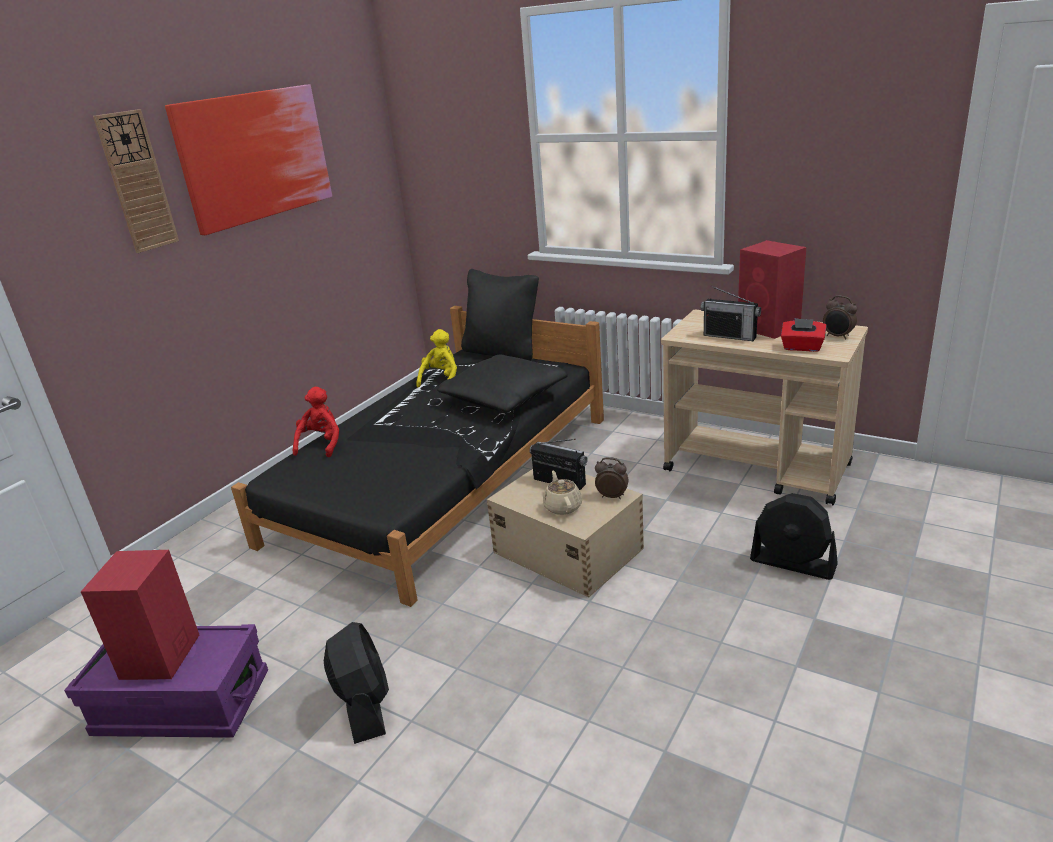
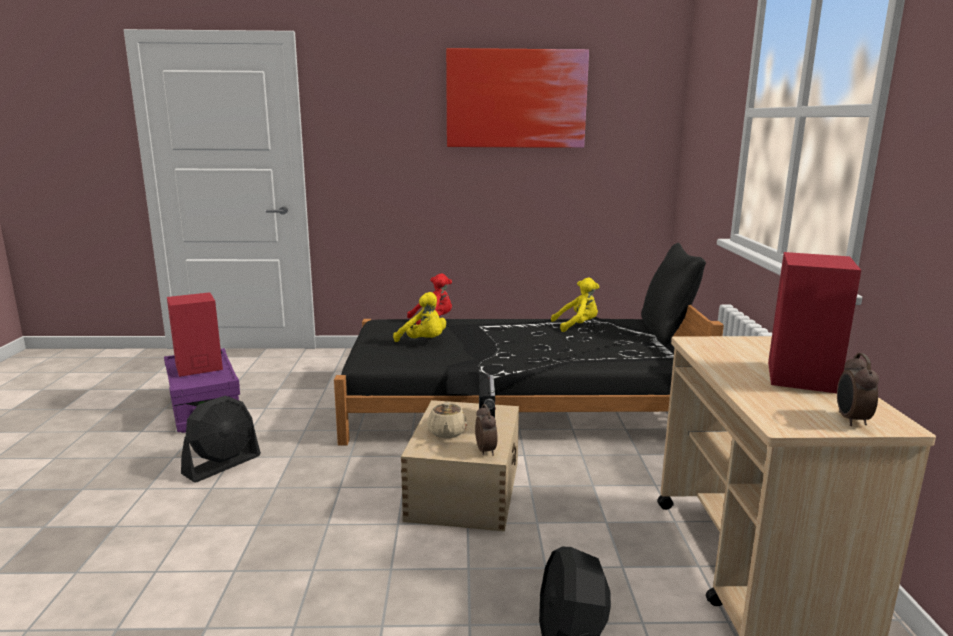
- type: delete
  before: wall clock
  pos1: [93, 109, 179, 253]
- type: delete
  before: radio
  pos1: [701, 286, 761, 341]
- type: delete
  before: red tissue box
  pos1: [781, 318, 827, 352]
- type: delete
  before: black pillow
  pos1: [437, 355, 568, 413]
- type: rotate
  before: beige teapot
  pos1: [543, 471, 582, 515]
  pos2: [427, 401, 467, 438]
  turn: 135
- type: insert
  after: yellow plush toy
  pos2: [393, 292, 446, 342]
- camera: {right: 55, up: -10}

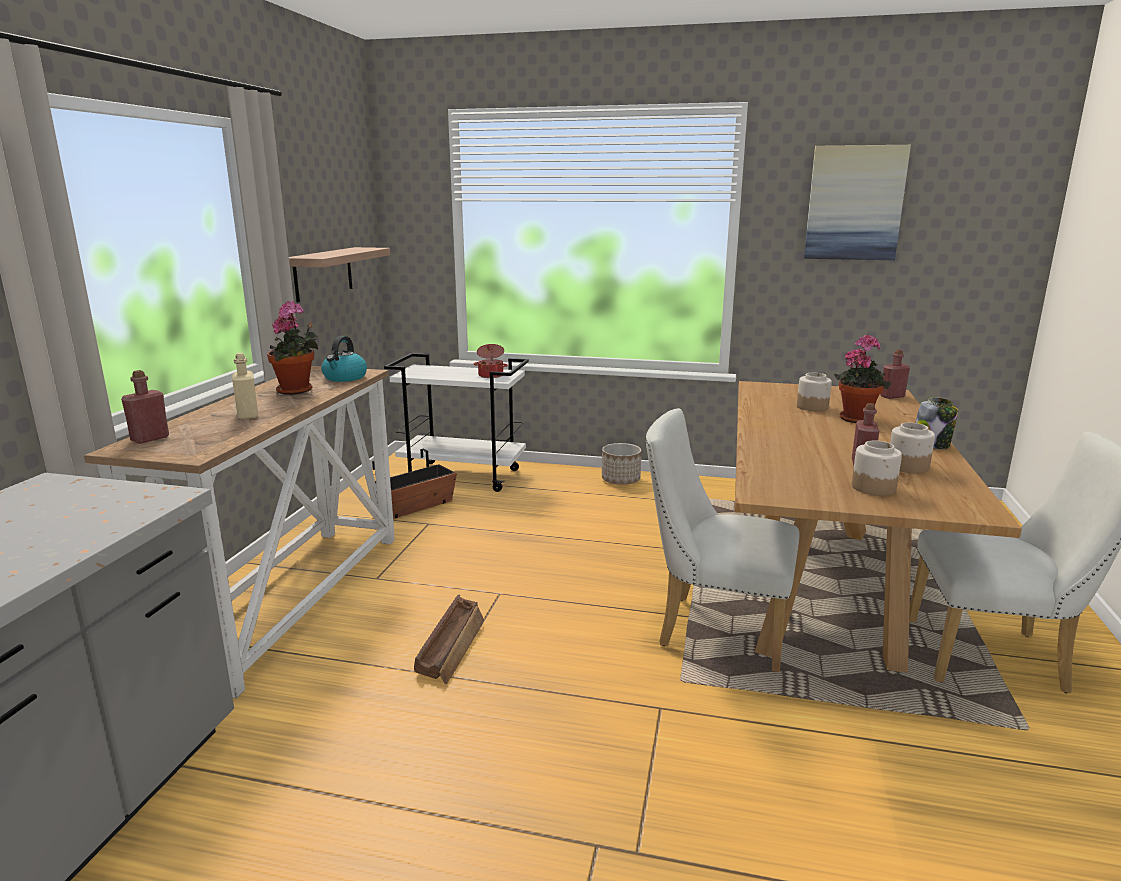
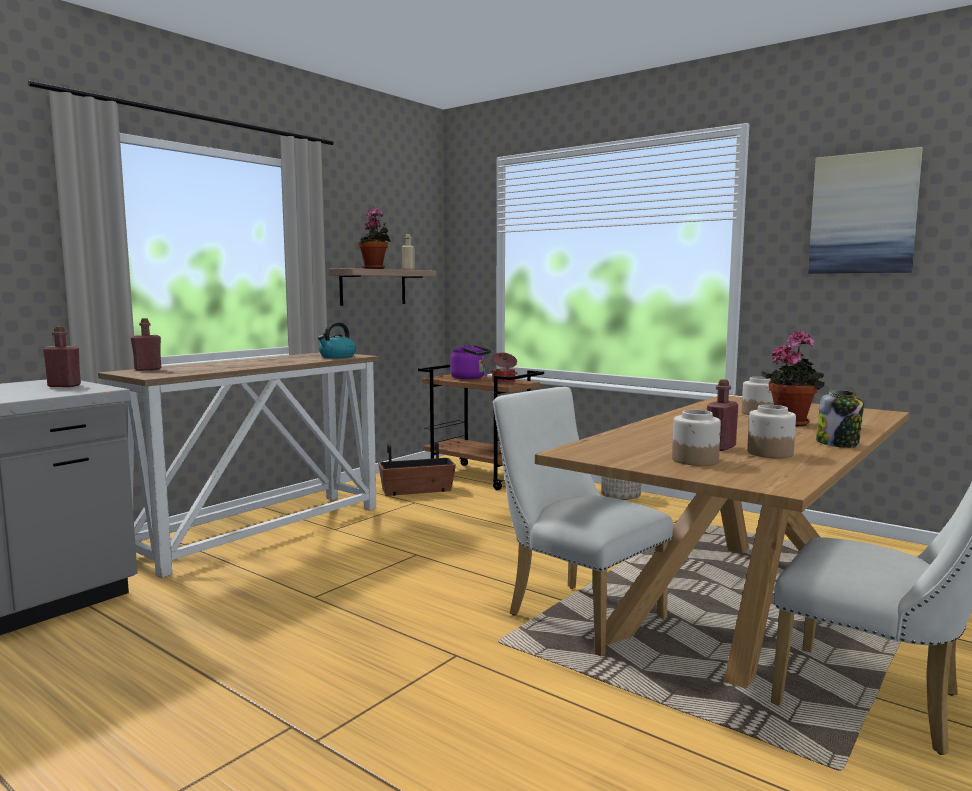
- type: move
  before: potted plant
  pos1: [267, 301, 318, 395]
  pos2: [358, 207, 391, 269]
- type: move
  before: red bottle
  pos1: [880, 349, 910, 399]
  pos2: [43, 327, 81, 387]
- type: move
  before: beige bottle
  pos1: [232, 353, 258, 419]
  pos2: [402, 234, 415, 270]
- type: recolor
  before: white cart
  after: brown cart
  pos1: [384, 353, 529, 492]
  pos2: [418, 365, 544, 490]
- type: delete
  before: crate
  pos1: [414, 594, 484, 684]
- type: insert
  after: purple kettle
  pos2: [450, 344, 491, 379]
- camera: {right: 25, up: -10}

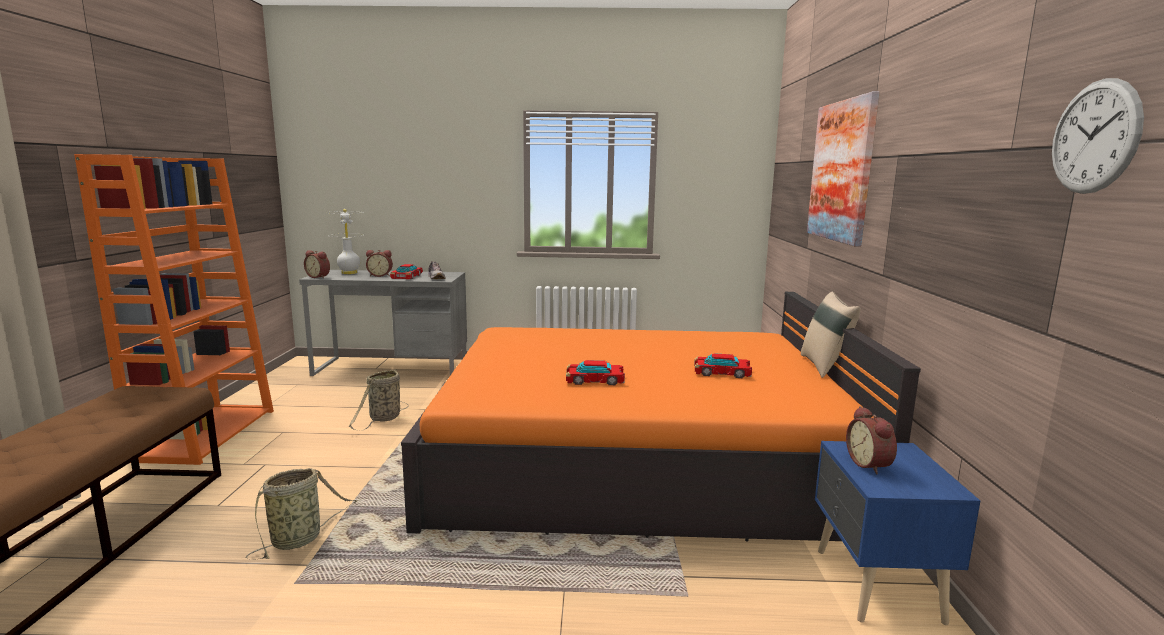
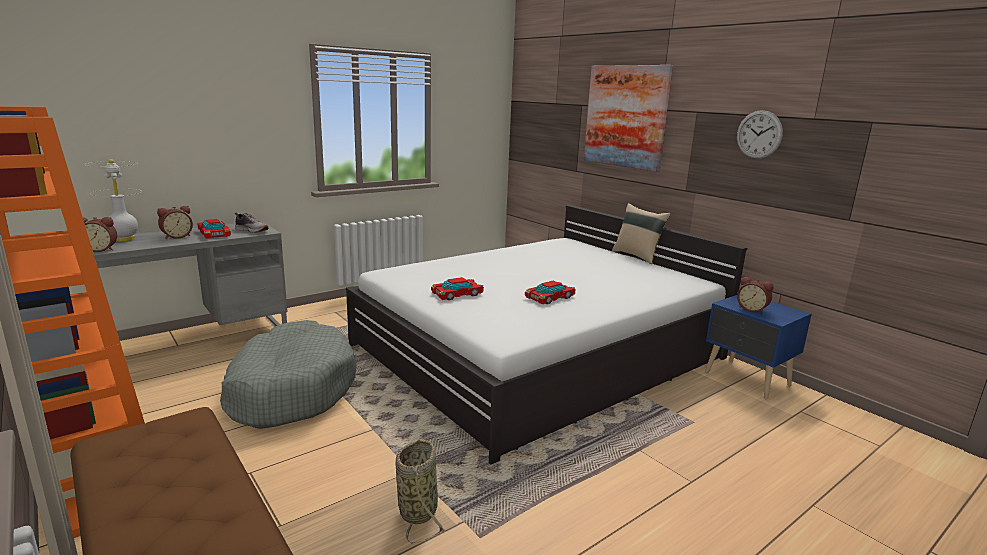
- type: move
  before: wall clock
  pos1: [1052, 78, 1144, 194]
  pos2: [737, 110, 783, 159]
- type: recolor
  before: orange bed
  after: white bed
  pos1: [401, 292, 921, 541]
  pos2: [346, 205, 747, 465]
- type: move
  before: toy car
  pos1: [694, 353, 752, 378]
  pos2: [431, 277, 484, 300]
- type: replace
  before: basket
  after: grey dog bed
  pos1: [349, 369, 409, 431]
  pos2: [220, 320, 356, 429]
- camera: {right: -40, up: 5}

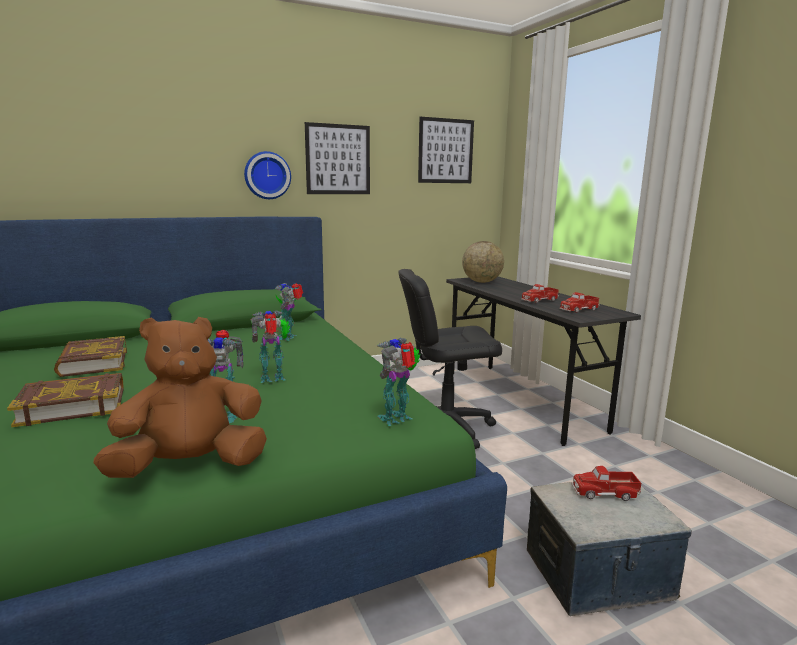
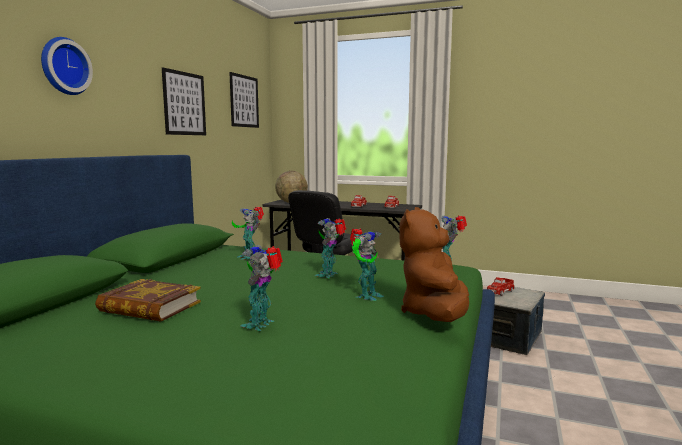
- type: move
  before: wall clock
  pos1: [244, 151, 291, 199]
  pos2: [41, 37, 93, 95]
- type: replace
  before: book
  after: toy robot
  pos1: [7, 373, 124, 427]
  pos2: [240, 245, 283, 331]
- camera: {right: -45, up: -5}

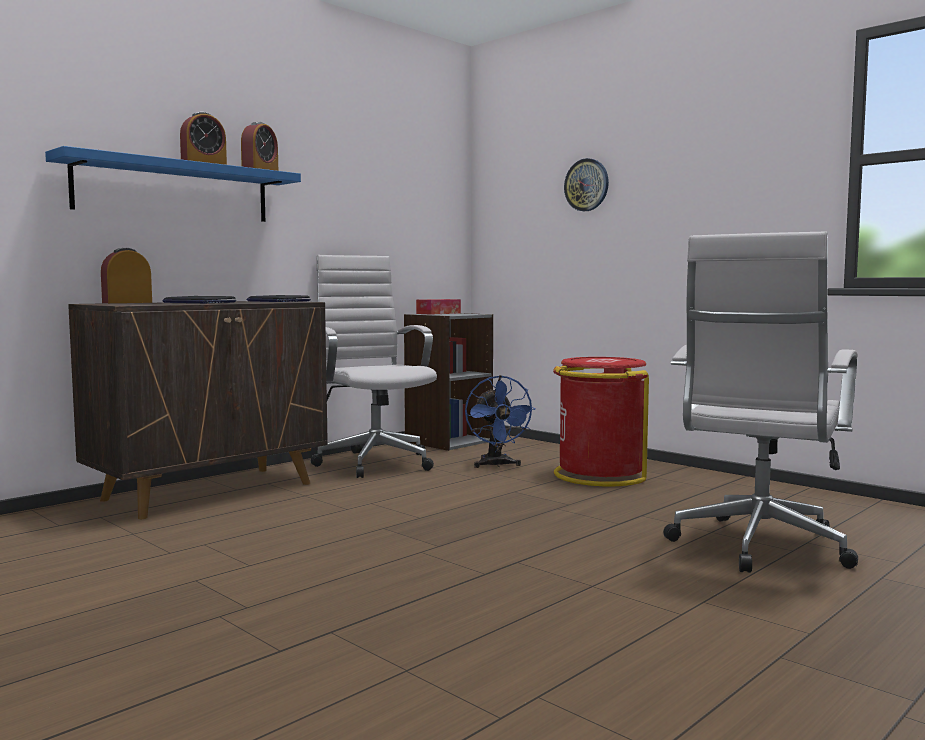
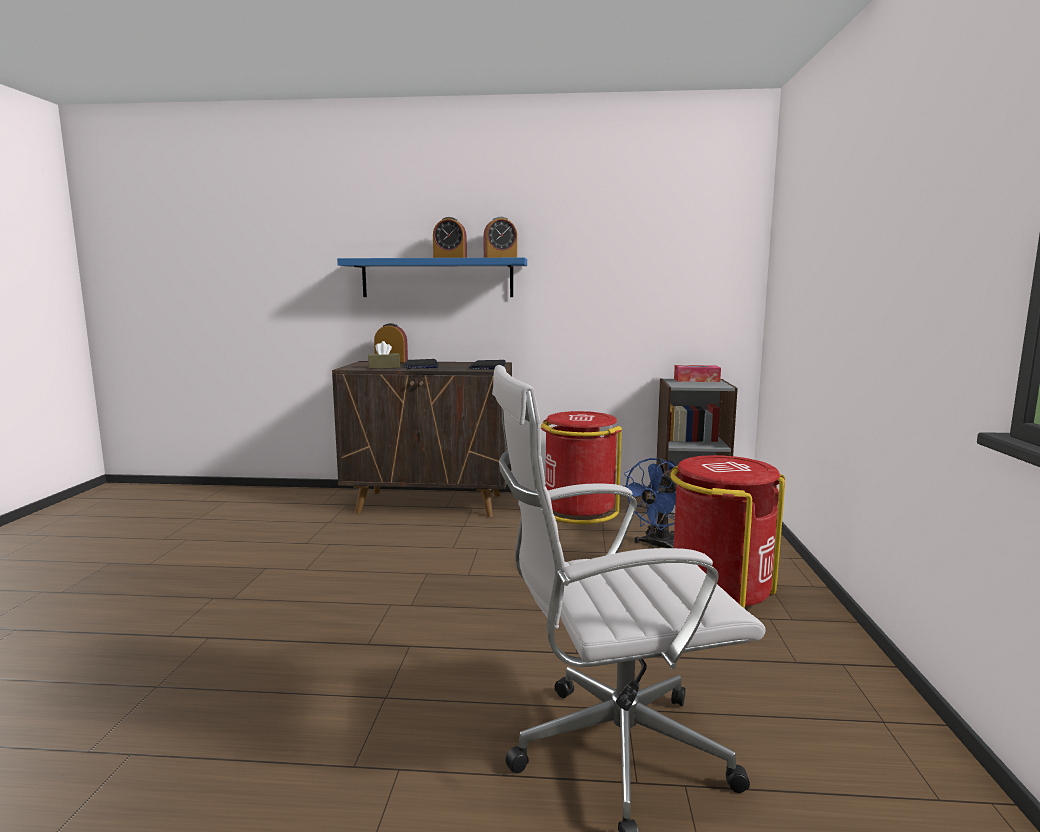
- type: delete
  before: wall clock
  pos1: [564, 158, 609, 211]
- type: replace
  before: white office chair
  after: red trash can
  pos1: [310, 255, 437, 478]
  pos2: [541, 411, 622, 524]
- type: insert
  after: brown tissue box
  pos2: [368, 341, 400, 369]
- camera: {right: 50, up: 5}

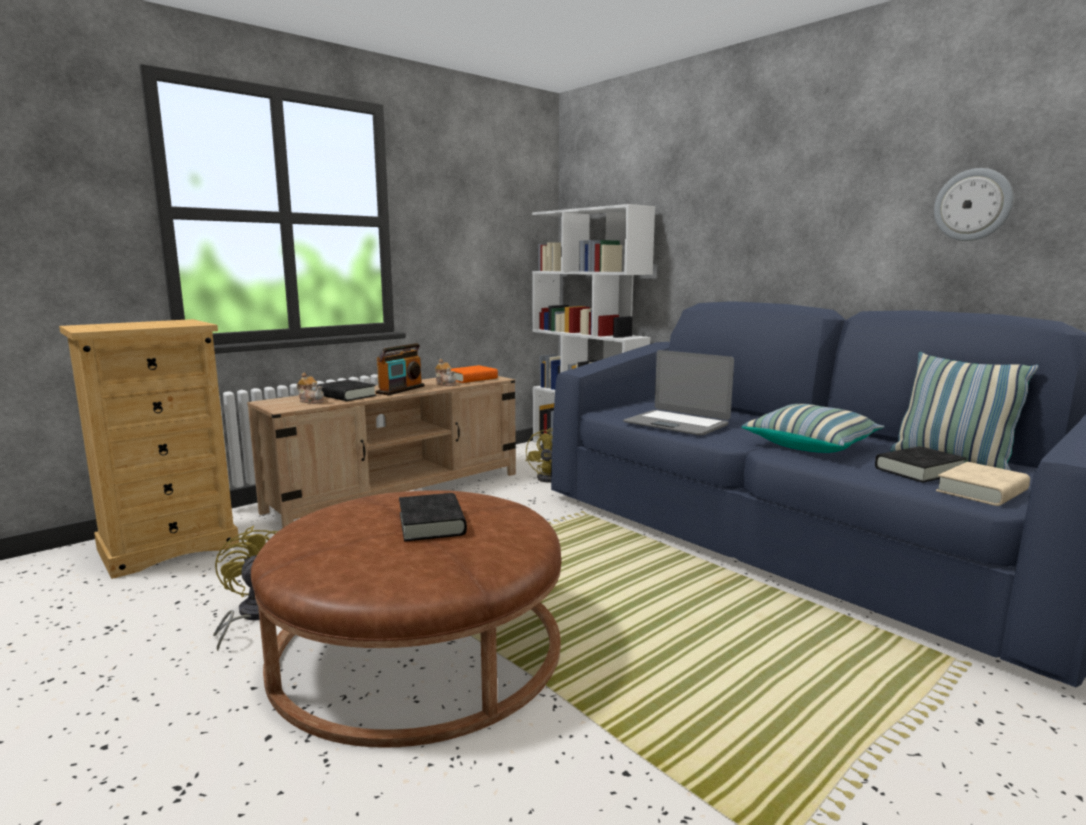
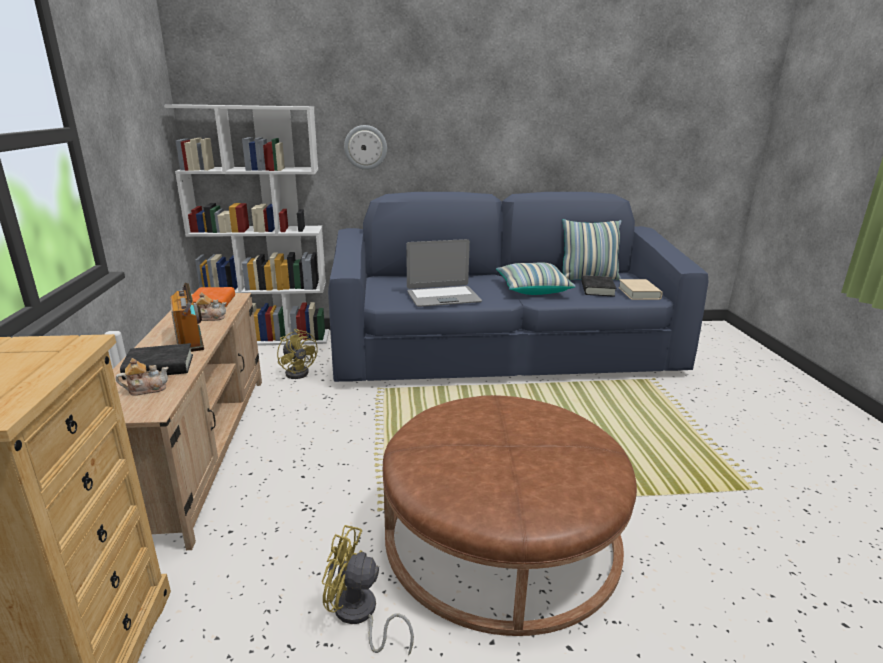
- type: move
  before: wall clock
  pos1: [934, 168, 1014, 241]
  pos2: [344, 125, 387, 170]
- type: delete
  before: black book
  pos1: [399, 493, 467, 542]
- camera: {right: -55, up: 10}

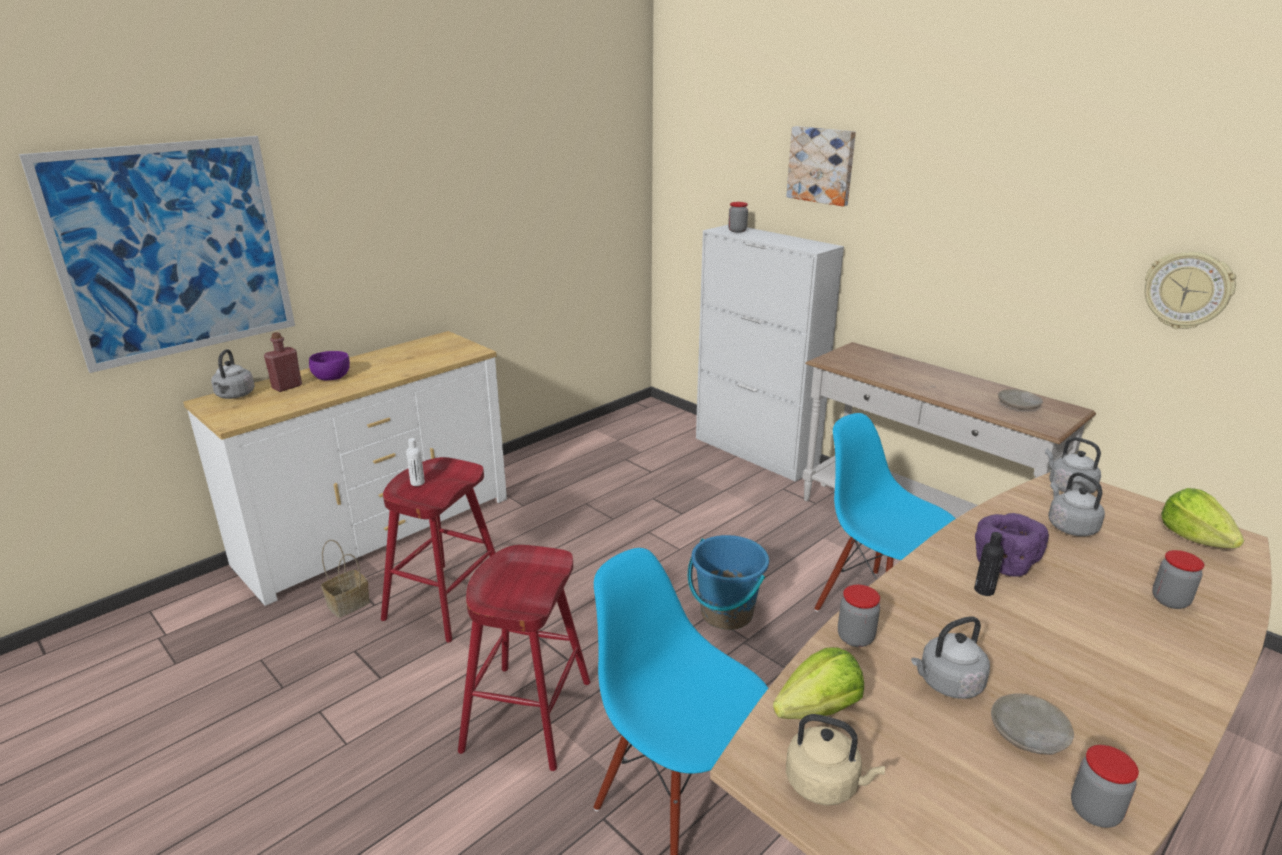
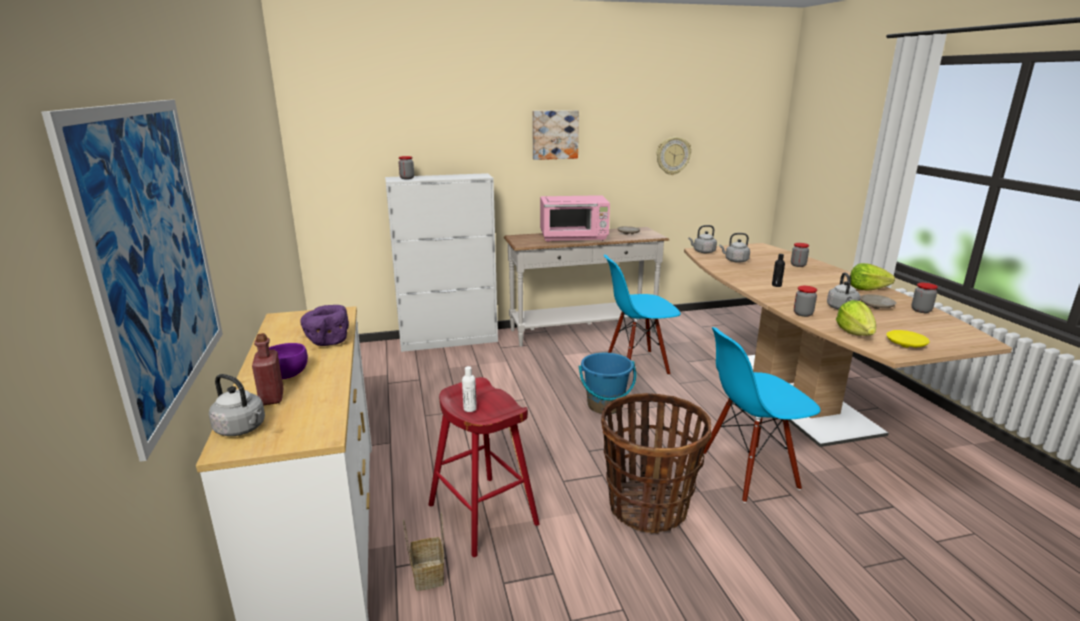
- type: move
  before: picture
  pos1: [786, 126, 856, 206]
  pos2: [533, 110, 579, 160]
- type: move
  before: lettuce
  pos1: [1161, 488, 1244, 548]
  pos2: [850, 263, 895, 291]
- type: move
  before: purple bowl
  pos1: [975, 513, 1049, 577]
  pos2: [300, 305, 349, 346]
- type: replace
  before: red stool
  after: basket
  pos1: [458, 545, 590, 771]
  pos2: [601, 393, 712, 534]
- type: replace
  before: beige kettle
  after: yellow plate
  pos1: [786, 714, 885, 805]
  pos2: [886, 330, 930, 348]
- type: insert
  after: pink microwave
  pos2: [540, 195, 610, 242]
- camera: {right: -60, up: -5}

